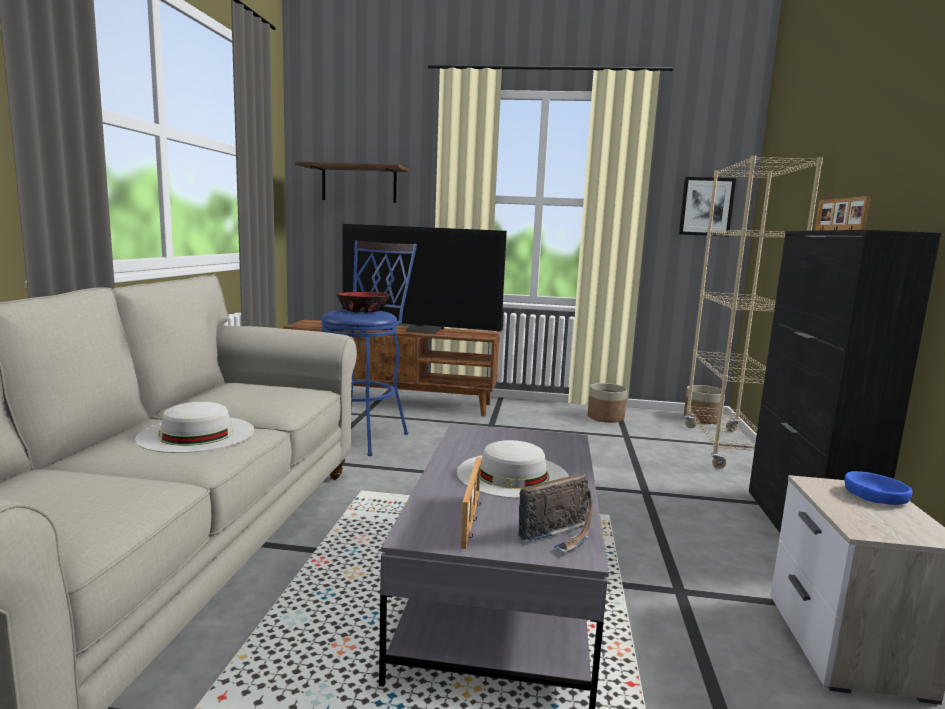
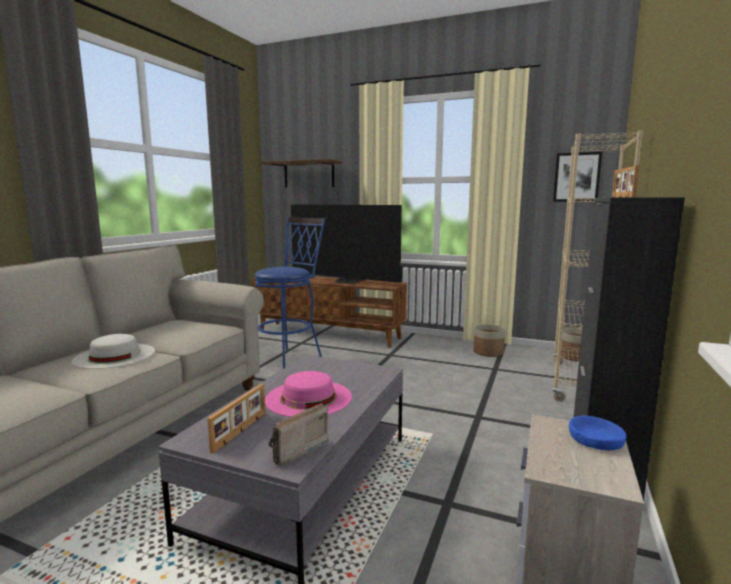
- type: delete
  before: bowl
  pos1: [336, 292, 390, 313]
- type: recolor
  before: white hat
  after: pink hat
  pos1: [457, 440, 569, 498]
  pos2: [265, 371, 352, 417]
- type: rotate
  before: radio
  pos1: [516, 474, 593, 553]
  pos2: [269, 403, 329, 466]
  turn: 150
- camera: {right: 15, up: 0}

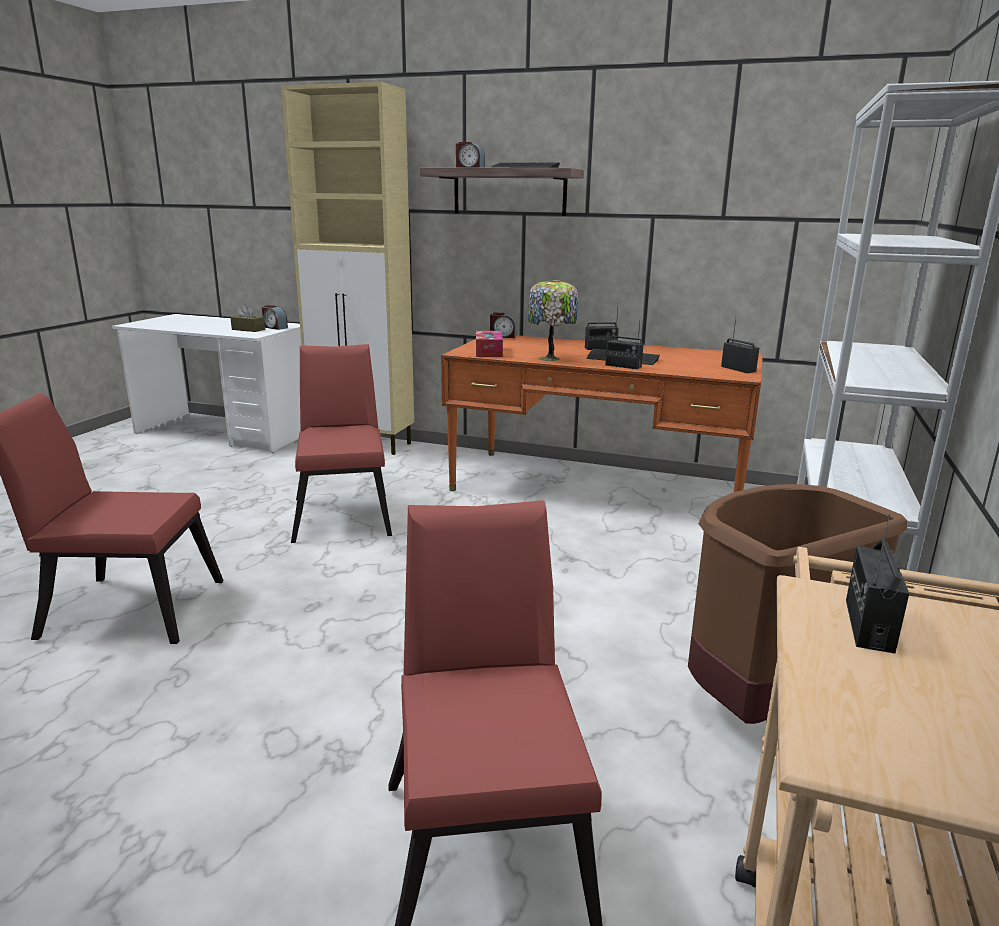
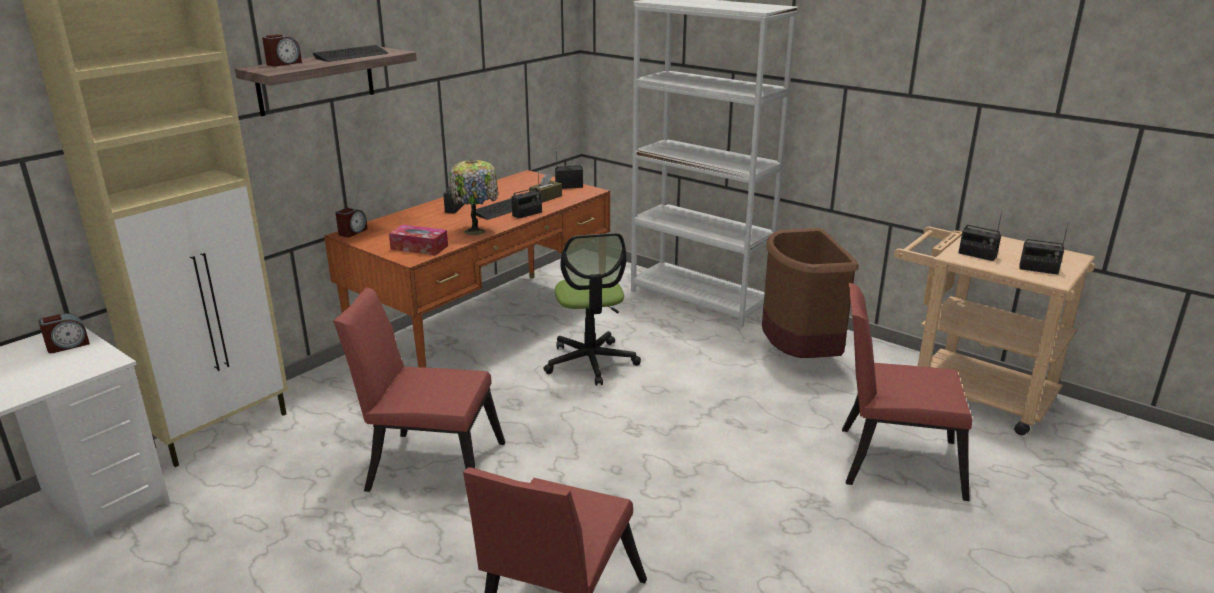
- type: move
  before: brown tissue box
  pos1: [230, 304, 265, 332]
  pos2: [529, 173, 562, 203]
- type: insert
  after: radio
  pos2: [1019, 225, 1068, 275]
- type: insert
  after: office chair
  pos2: [543, 233, 641, 386]
- camera: {right: -70, up: 5}

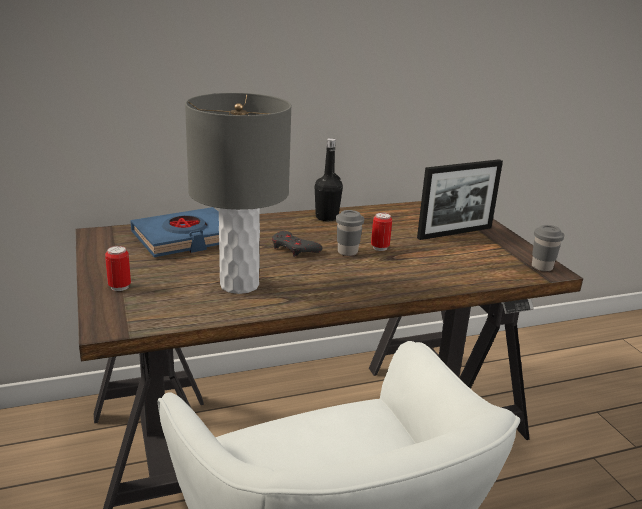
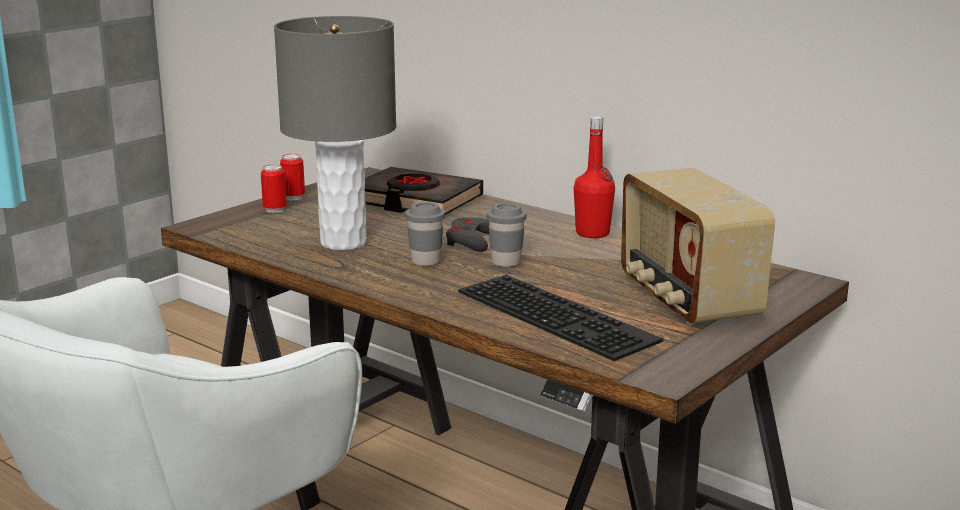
- type: recolor
  before: black bottle
  after: red bottle
  pos1: [315, 138, 343, 221]
  pos2: [574, 116, 615, 238]
- type: replace
  before: picture frame
  after: radio
  pos1: [417, 159, 503, 240]
  pos2: [621, 168, 775, 325]
- type: recolor
  before: blue book
  after: black book
  pos1: [130, 207, 219, 257]
  pos2: [365, 167, 483, 215]
- type: move
  before: can
  pos1: [371, 212, 392, 251]
  pos2: [280, 154, 305, 200]
- type: move
  before: grey cup
  pos1: [532, 225, 564, 271]
  pos2: [405, 202, 445, 266]
- type: insert
  after: keyboard
  pos2: [458, 275, 663, 361]
- camera: {right: 60, up: -5}

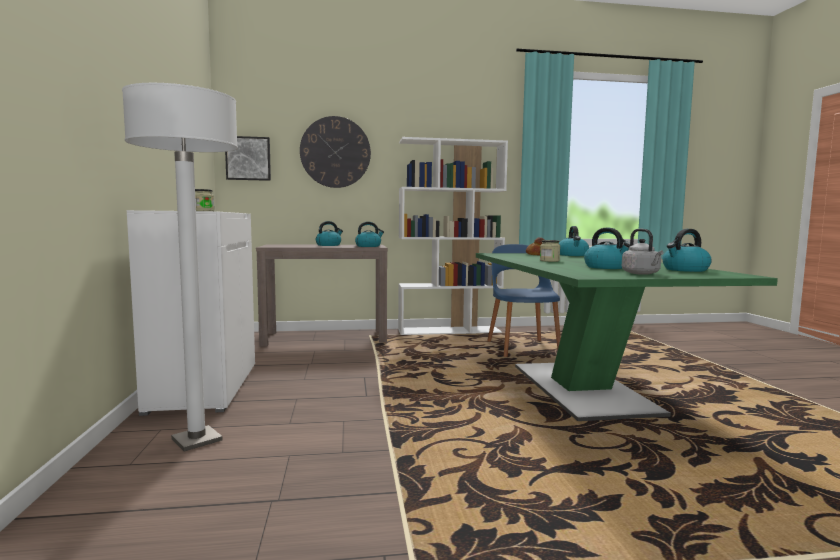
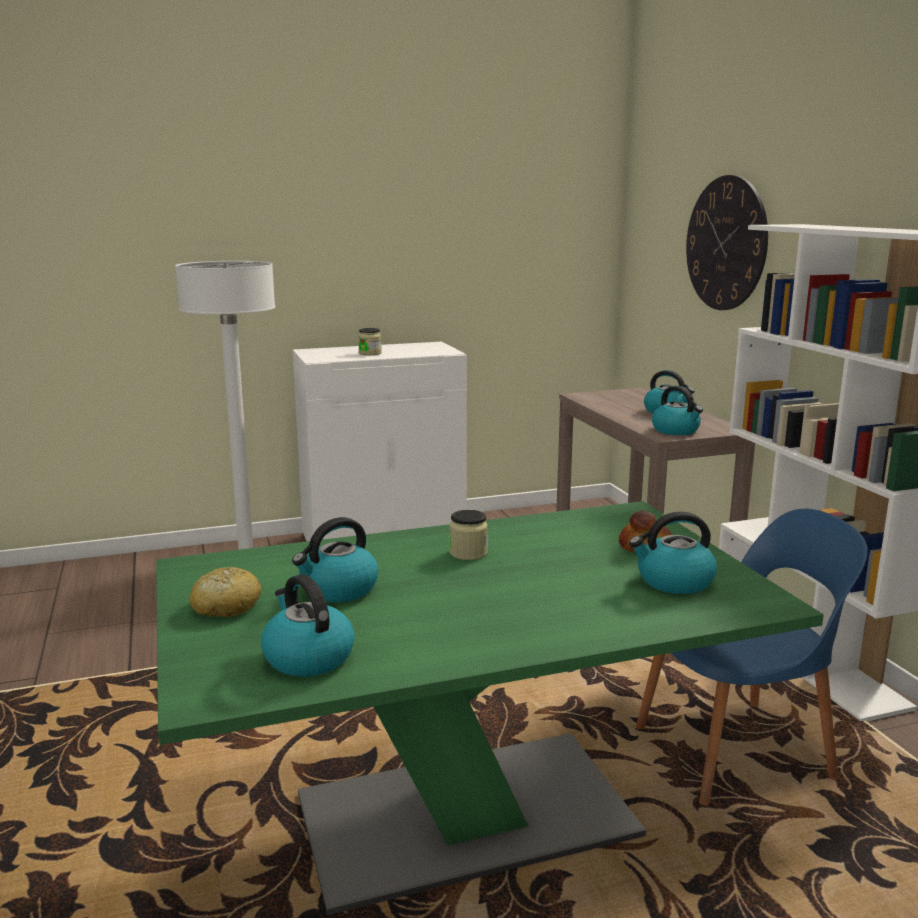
- type: delete
  before: picture
  pos1: [225, 136, 271, 181]
- type: replace
  before: grey kettle
  after: bread
  pos1: [622, 229, 663, 275]
  pos2: [190, 567, 261, 617]
- camera: {right: 80, up: 10}

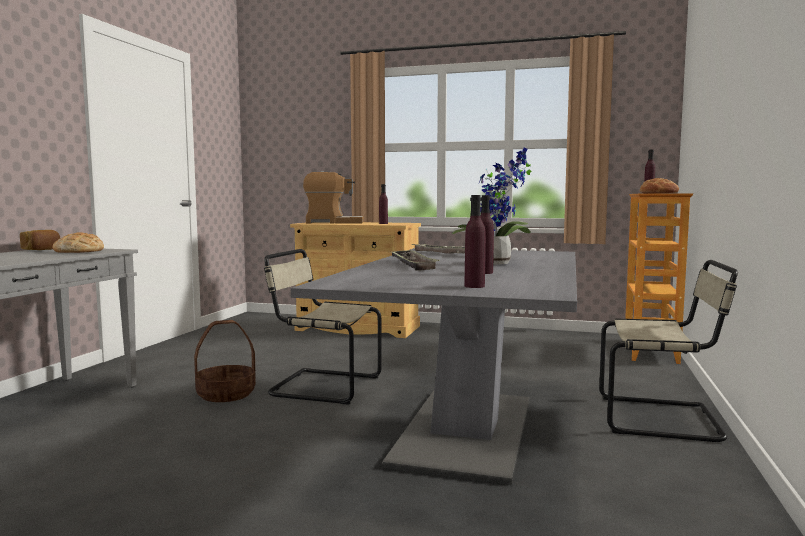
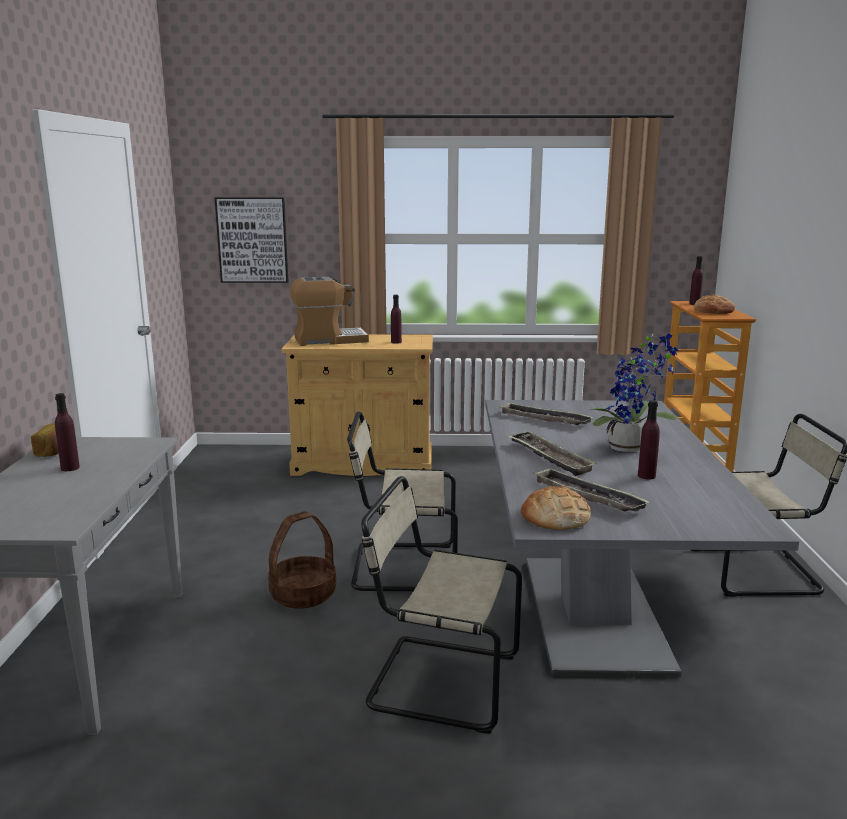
- type: move
  before: purple bottle
  pos1: [464, 195, 486, 288]
  pos2: [55, 393, 80, 471]
- type: move
  before: bread
  pos1: [52, 232, 104, 253]
  pos2: [521, 486, 591, 530]
- type: insert
  after: picture
  pos2: [215, 197, 289, 283]
- type: insert
  after: tray
  pos2: [533, 467, 650, 511]
- type: insert
  after: beige chair
  pos2: [361, 476, 522, 734]
- camera: {right: -15, up: 10}

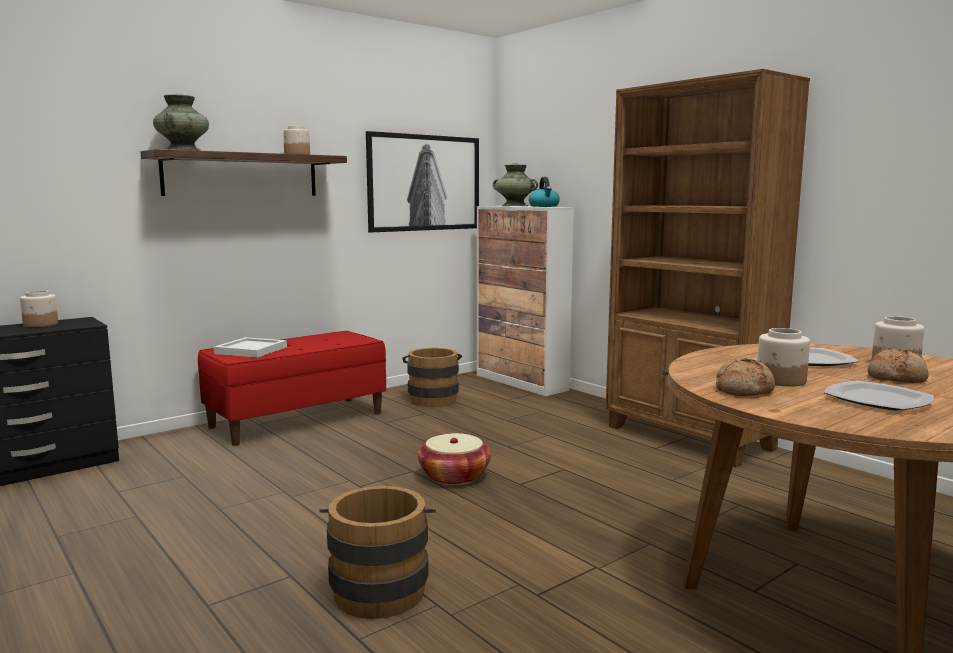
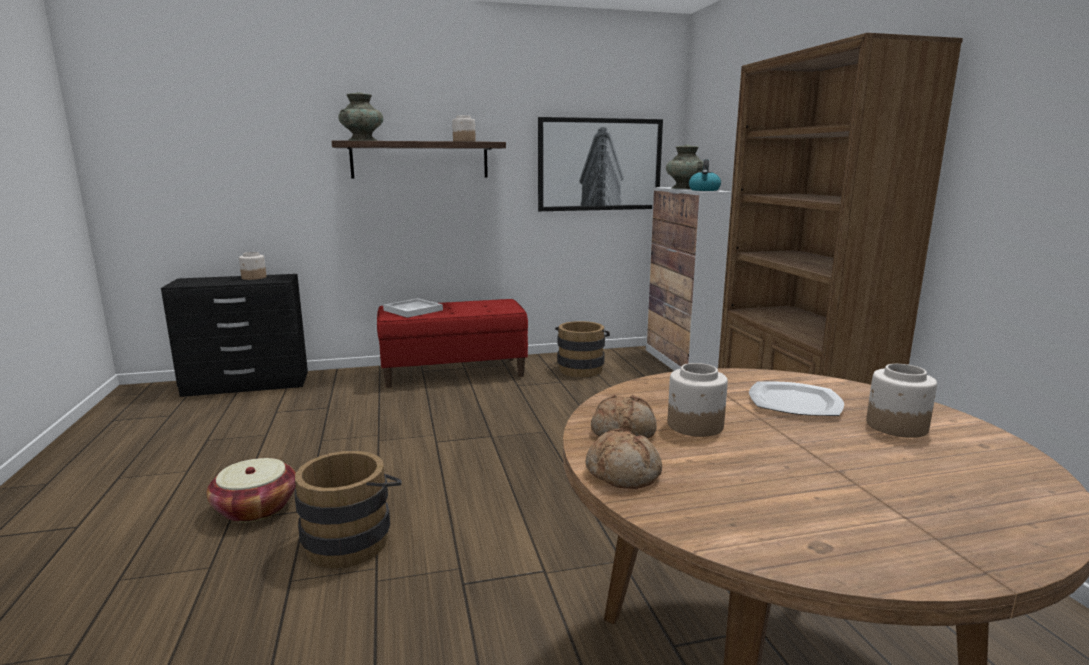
- type: move
  before: bread
  pos1: [867, 347, 929, 383]
  pos2: [586, 428, 662, 489]
- type: delete
  before: plate
  pos1: [824, 381, 934, 411]
- type: move
  before: basket
  pos1: [418, 433, 491, 485]
  pos2: [206, 458, 296, 523]
- camera: {right: 25, up: 5}

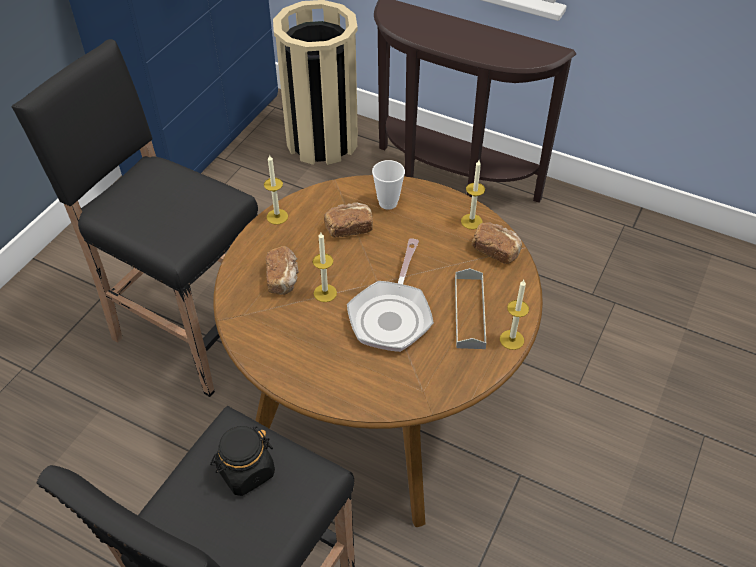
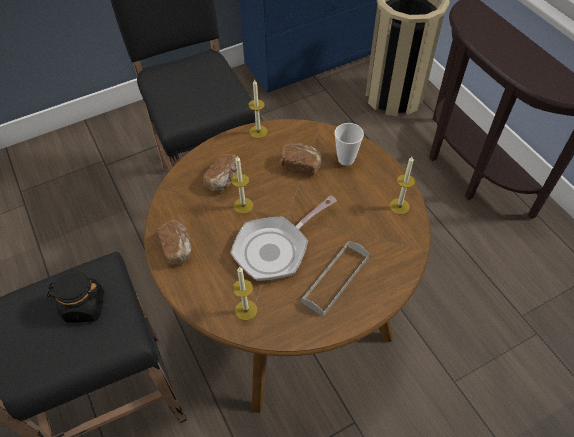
- type: move
  before: bread
  pos1: [472, 223, 522, 264]
  pos2: [158, 220, 191, 265]
- type: move
  before: candle
  pos1: [500, 280, 529, 350]
  pos2: [233, 266, 257, 321]
- camera: {right: 35, up: 5}

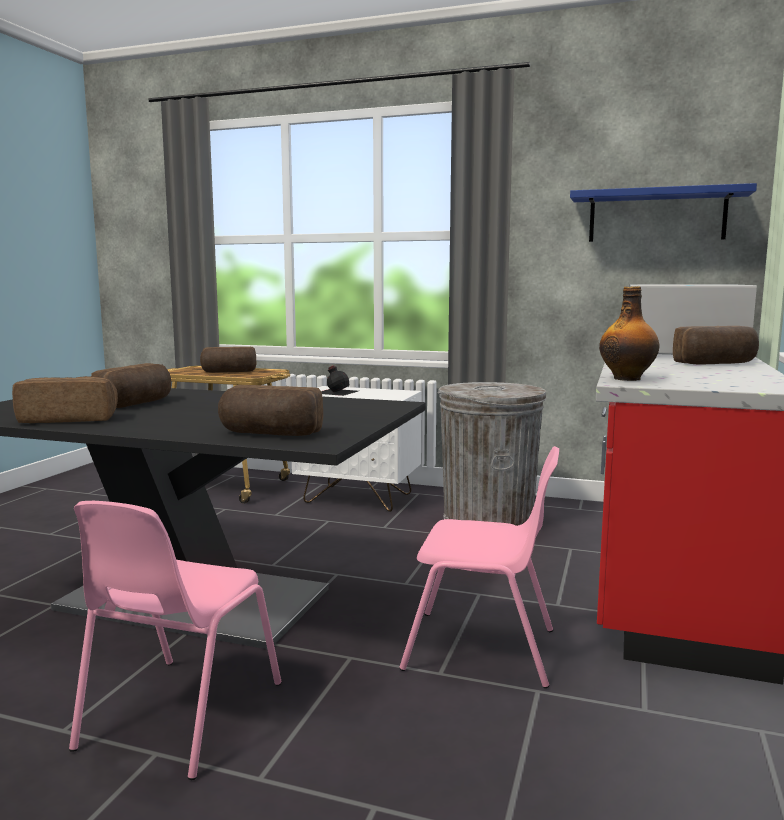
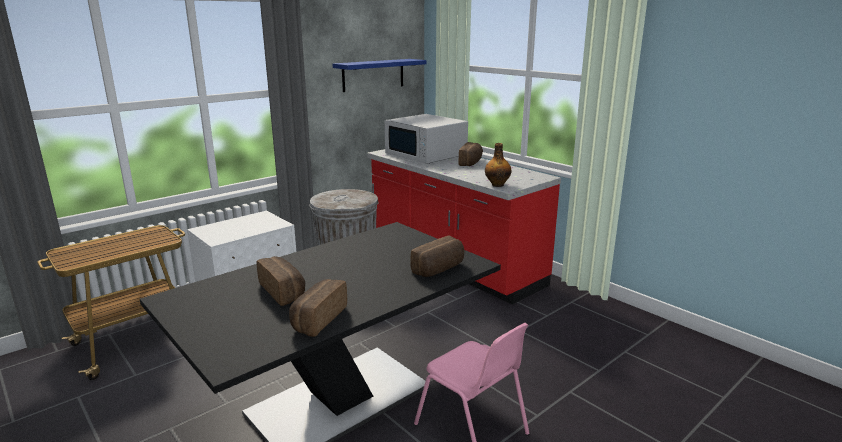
- type: delete
  before: bread
  pos1: [200, 347, 257, 373]
- type: delete
  before: black bottle
  pos1: [321, 365, 358, 396]
- type: delete
  before: pink chair
  pos1: [399, 446, 559, 688]
- camera: {right: -60, up: 10}

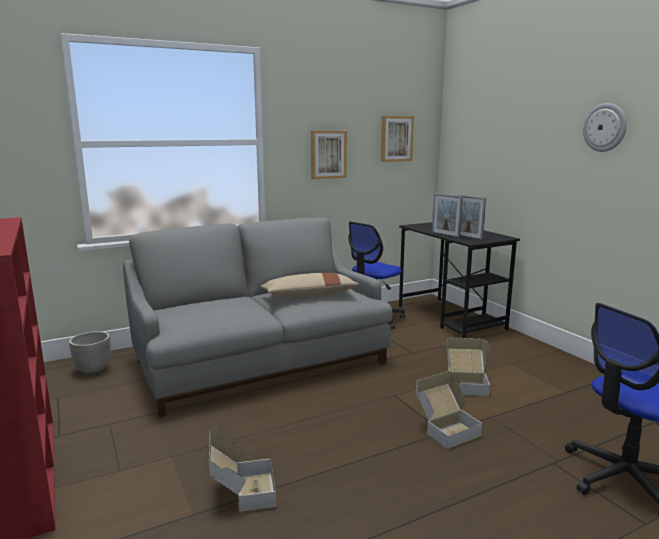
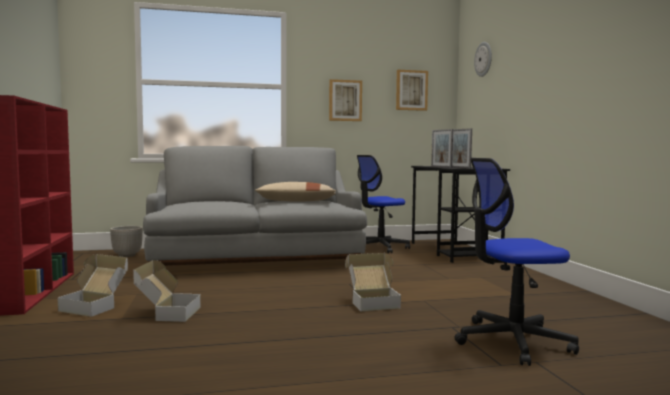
- type: move
  before: wall clock
  pos1: [583, 103, 627, 152]
  pos2: [474, 42, 492, 77]
- type: move
  before: cardboard box
  pos1: [442, 337, 491, 396]
  pos2: [58, 254, 128, 317]
- camera: {right: 15, up: -10}

